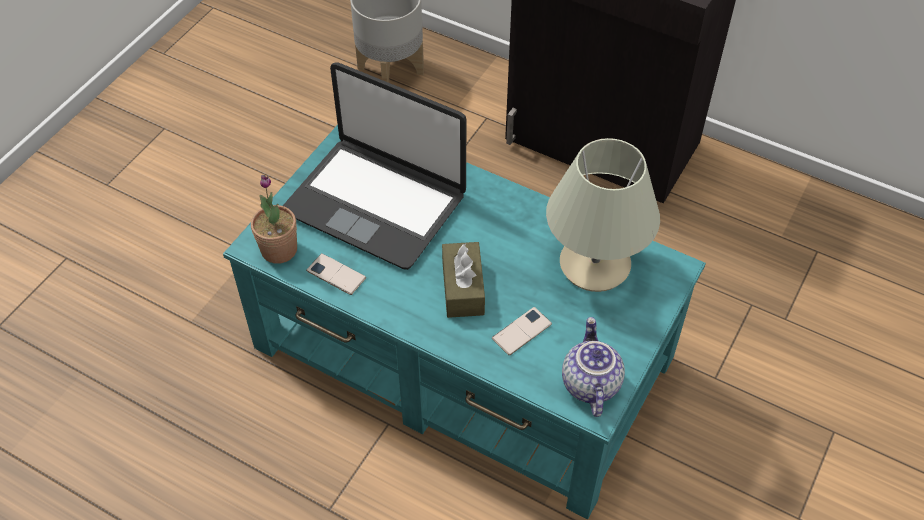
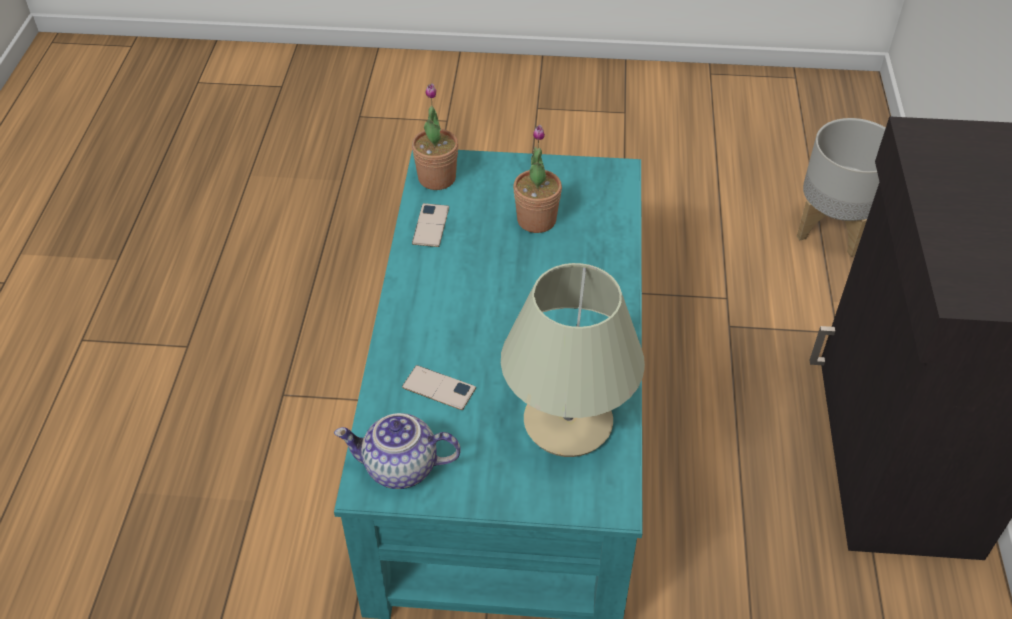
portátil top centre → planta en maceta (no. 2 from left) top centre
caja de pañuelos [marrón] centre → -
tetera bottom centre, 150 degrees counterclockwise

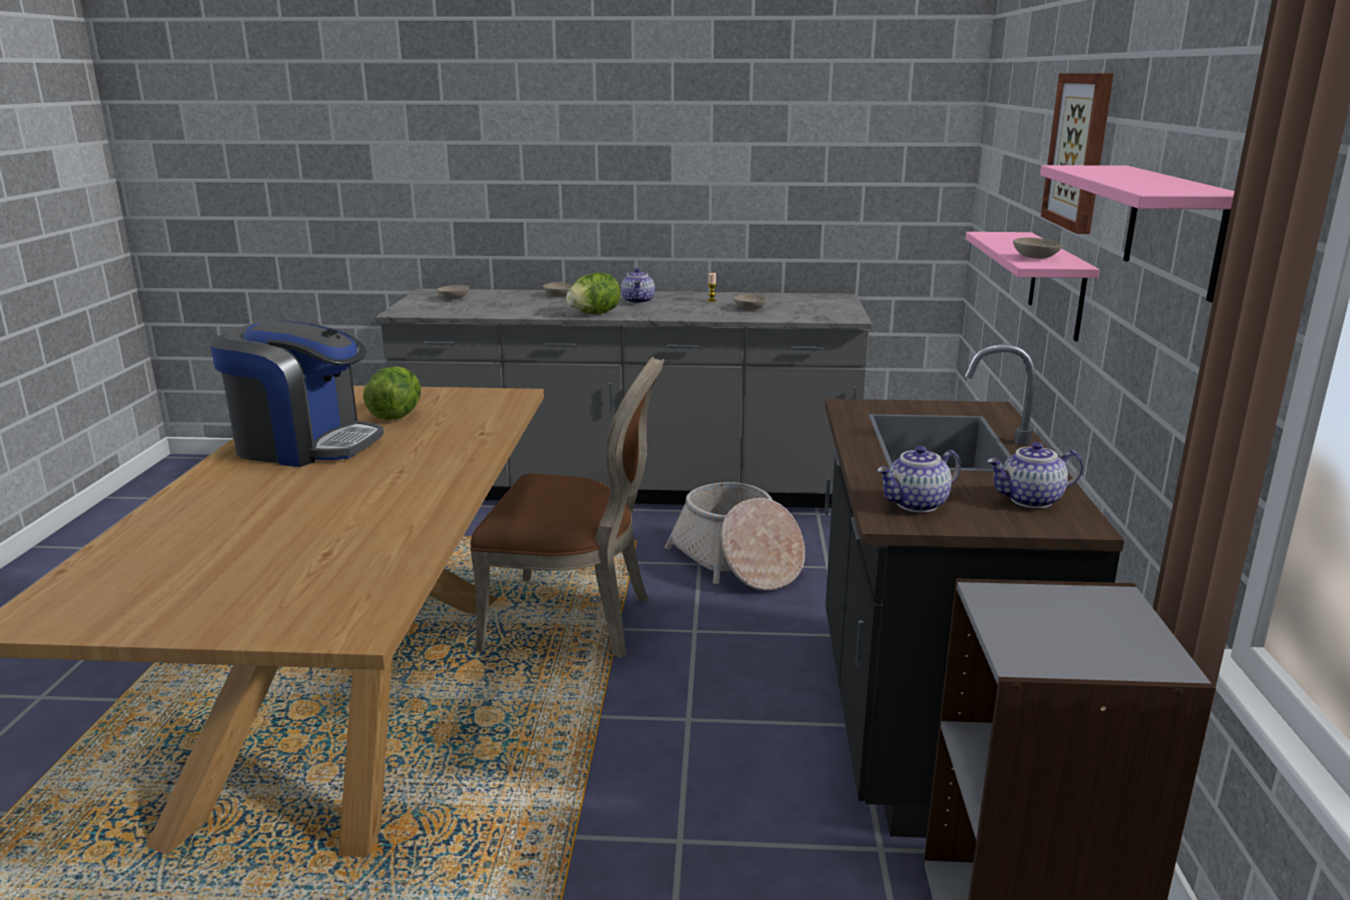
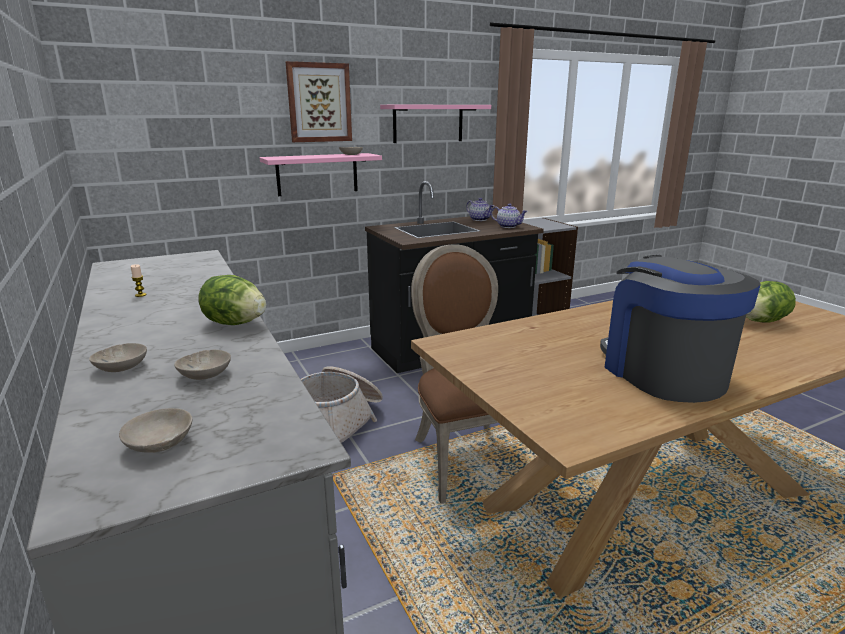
lechuga (no. 1 from left in the first image) middle left → lechuga (no. 2 from left) middle right, shifted
tetera (no. 1 from left) top centre → -
cuenco [beis] (no. 3 from left) centre → cuenco [beis] (no. 3 from left) middle left, shifted

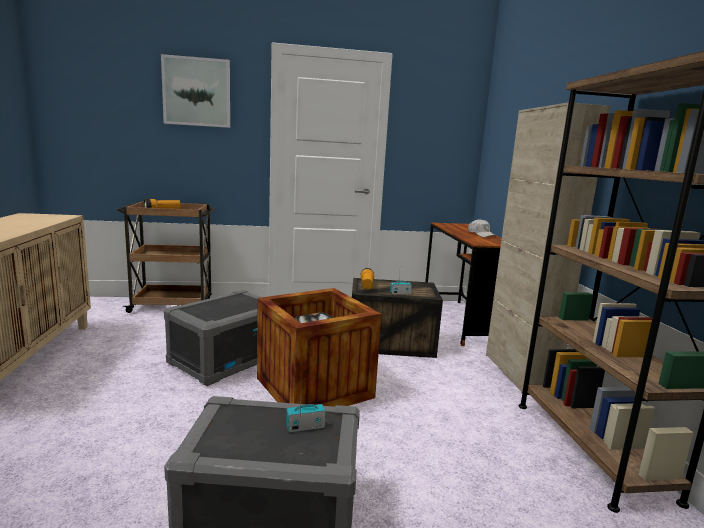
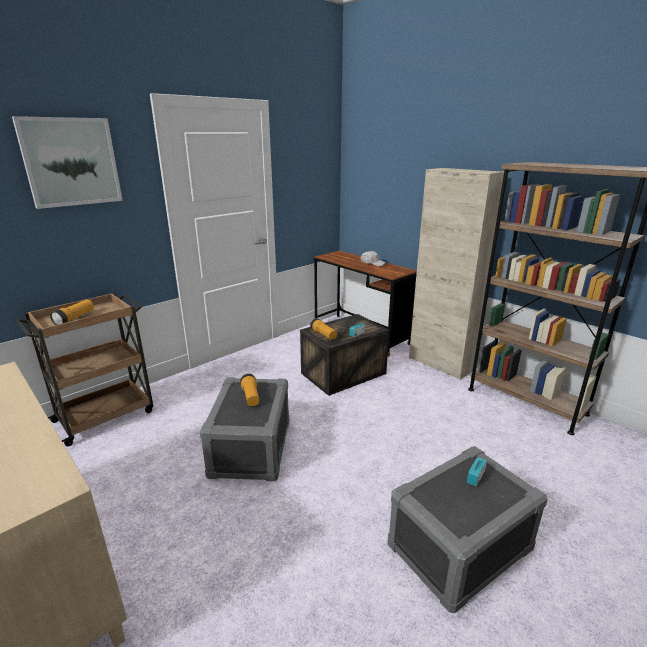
caja de embalaje (no. 1 from left) centre → -
- → linterna (no. 2 from left) centre

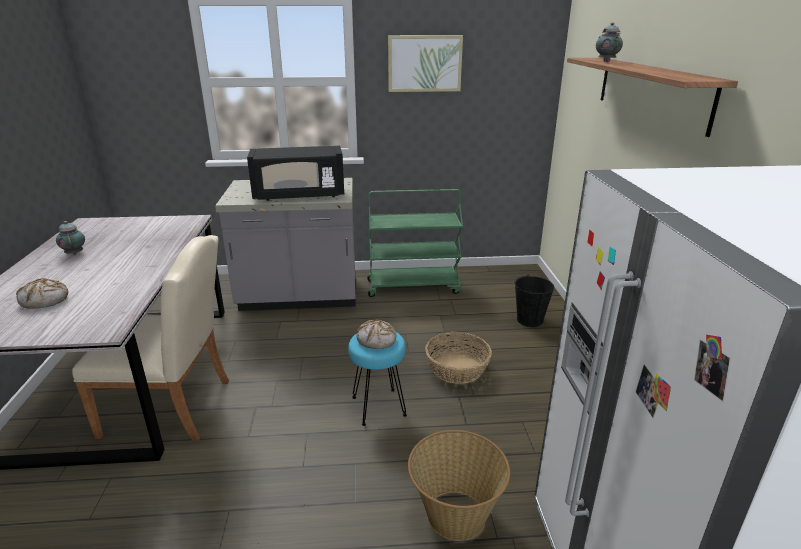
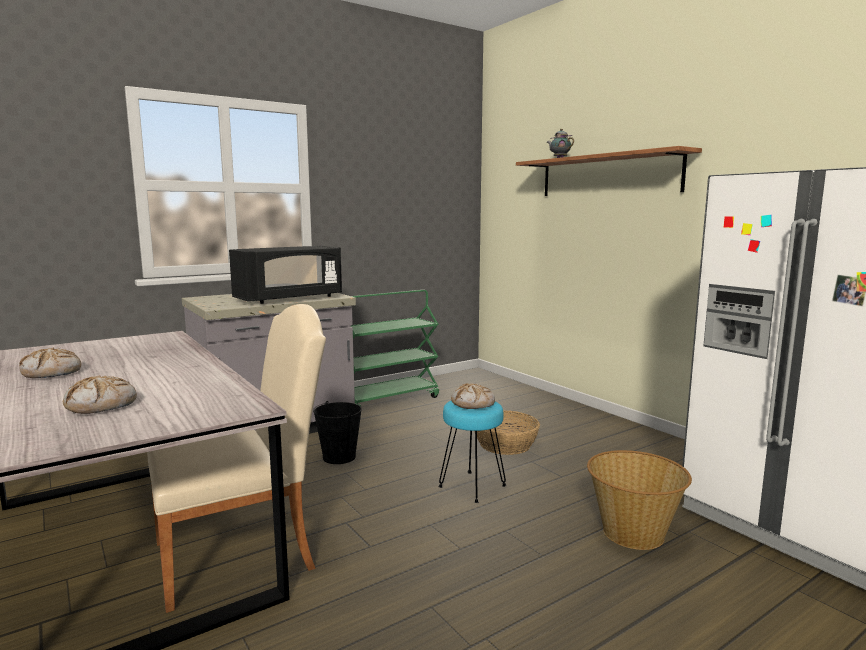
tetera (no. 1 from left) middle left → pan (no. 1 from left) middle left
cuadro top centre → -
cubo [negro] middle right → cubo [negro] centre, shifted

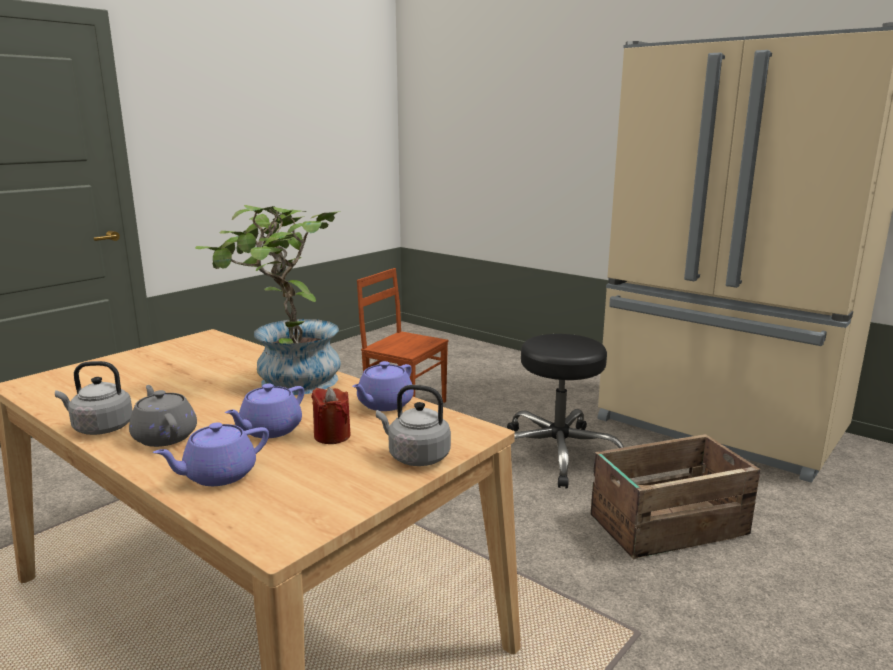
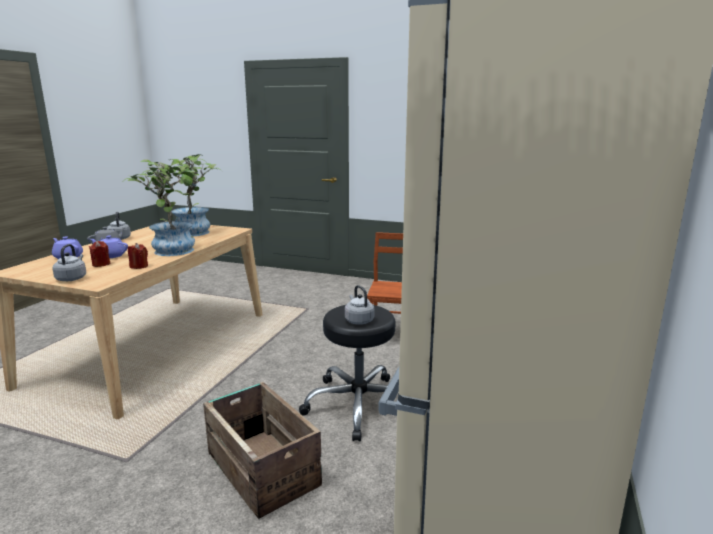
tetera [morado] (no. 3 from left) centre → vela [rojo] (no. 2 from left) middle left
- → planta en maceta (no. 2 from left) middle left
- → hervidor [gris] (no. 3 from left) centre

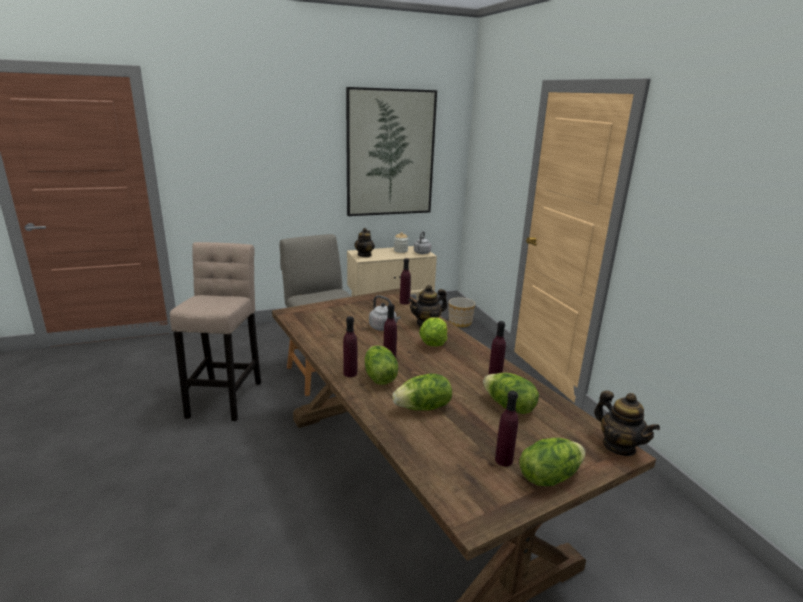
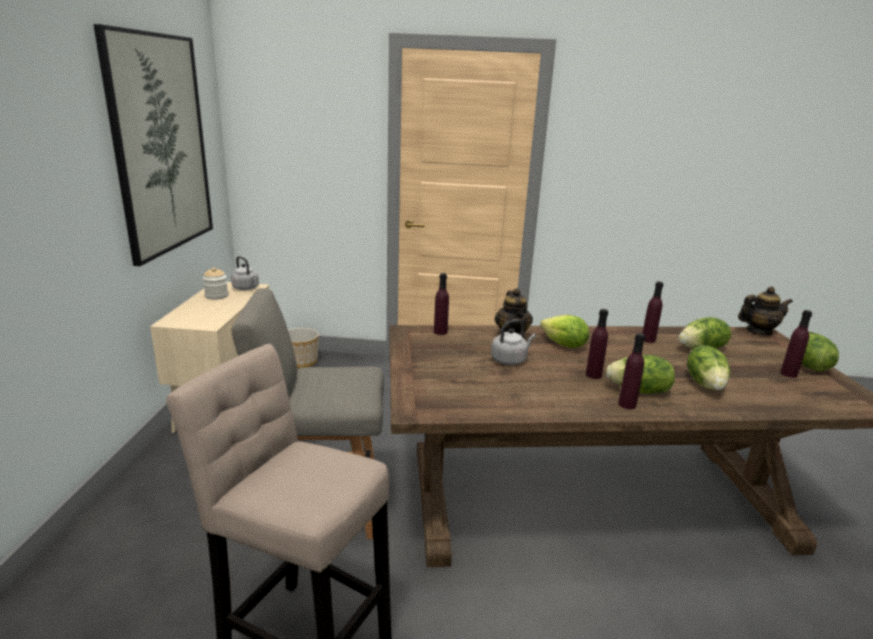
tetera (no. 1 from left) centre → -

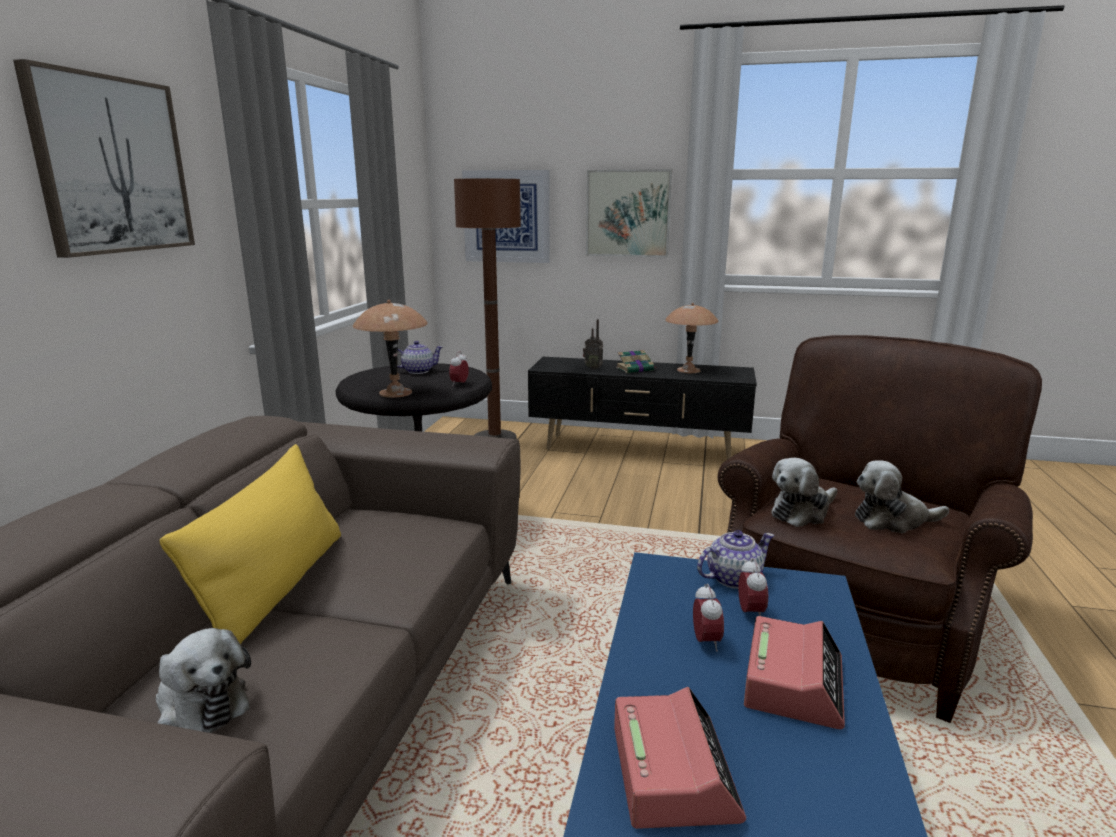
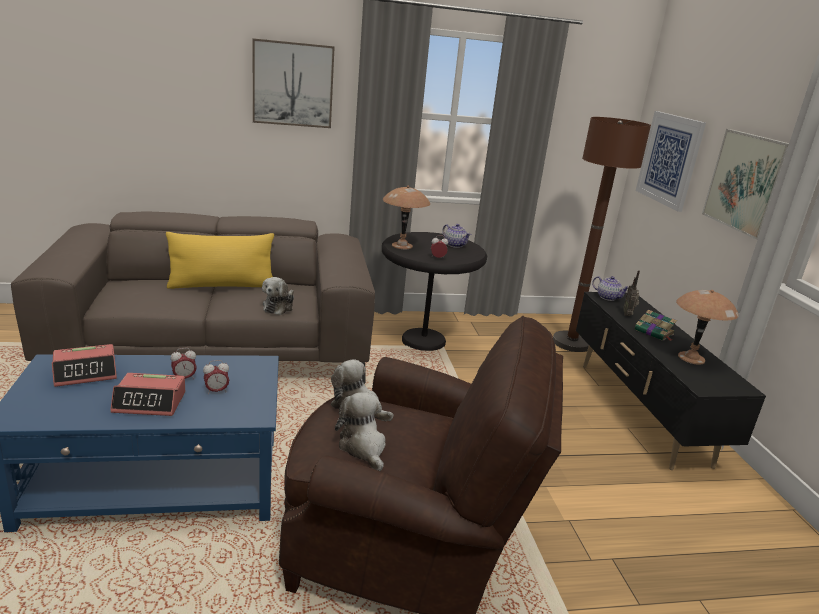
peluche (no. 1 from left) bottom left → peluche (no. 1 from left) centre, shifted
tetera (no. 2 from left) bottom centre → tetera (no. 2 from left) middle right, shifted

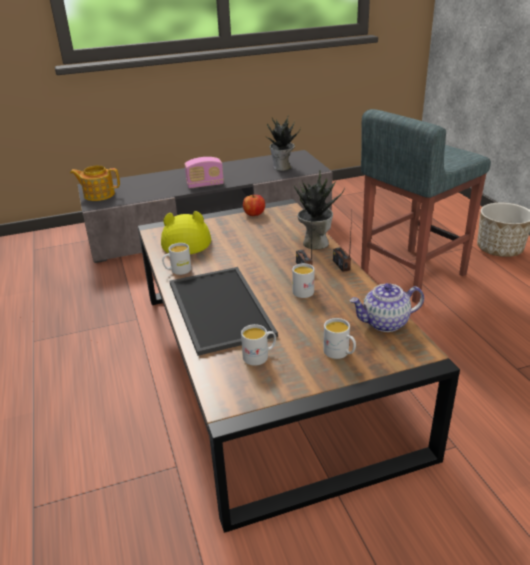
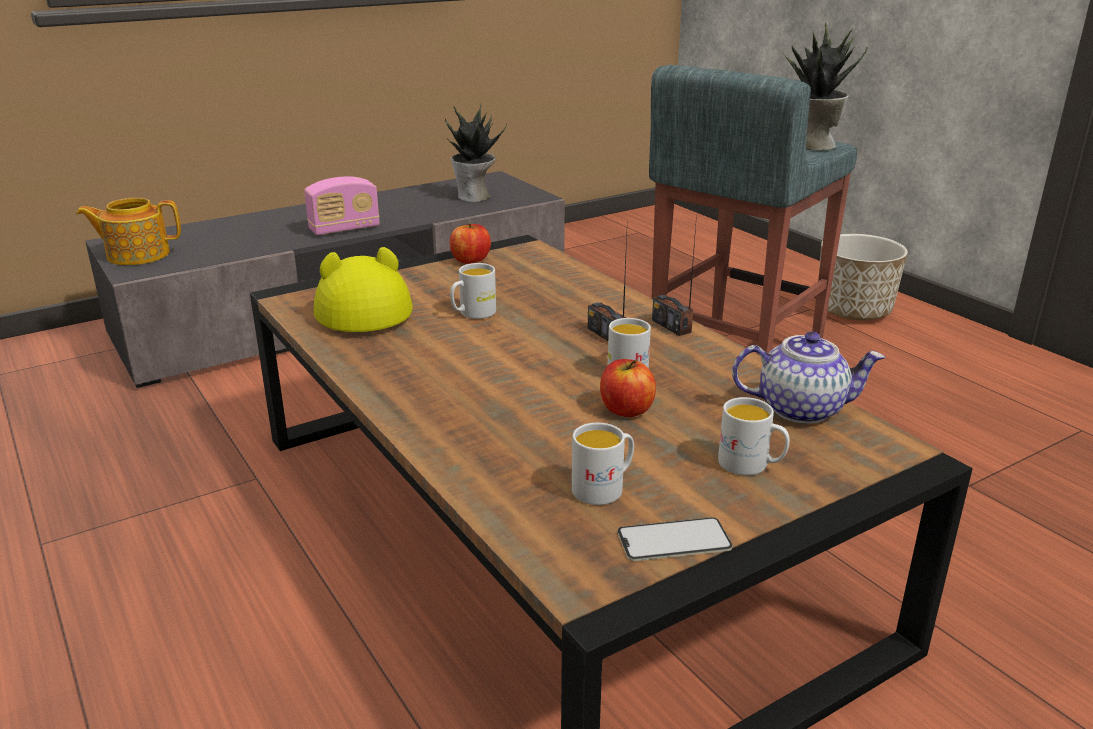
taza grande [blanco] (no. 1 from left) middle left → taza grande [blanco] (no. 1 from left) centre, shifted
bandeja centre → -
planta en maceta (no. 2 from left) centre → planta en maceta (no. 2 from left) top right, shifted
tetera (no. 2 from left) middle right, 150 degrees counterclockwise
- → manzana (no. 2 from left) centre
- → móvil bottom centre

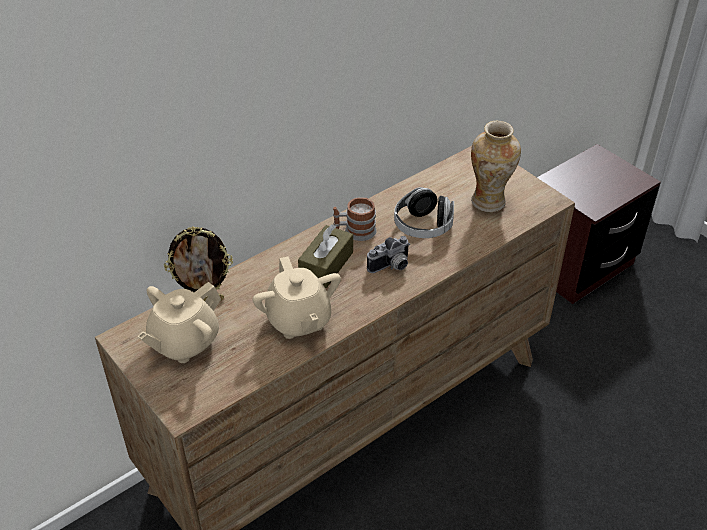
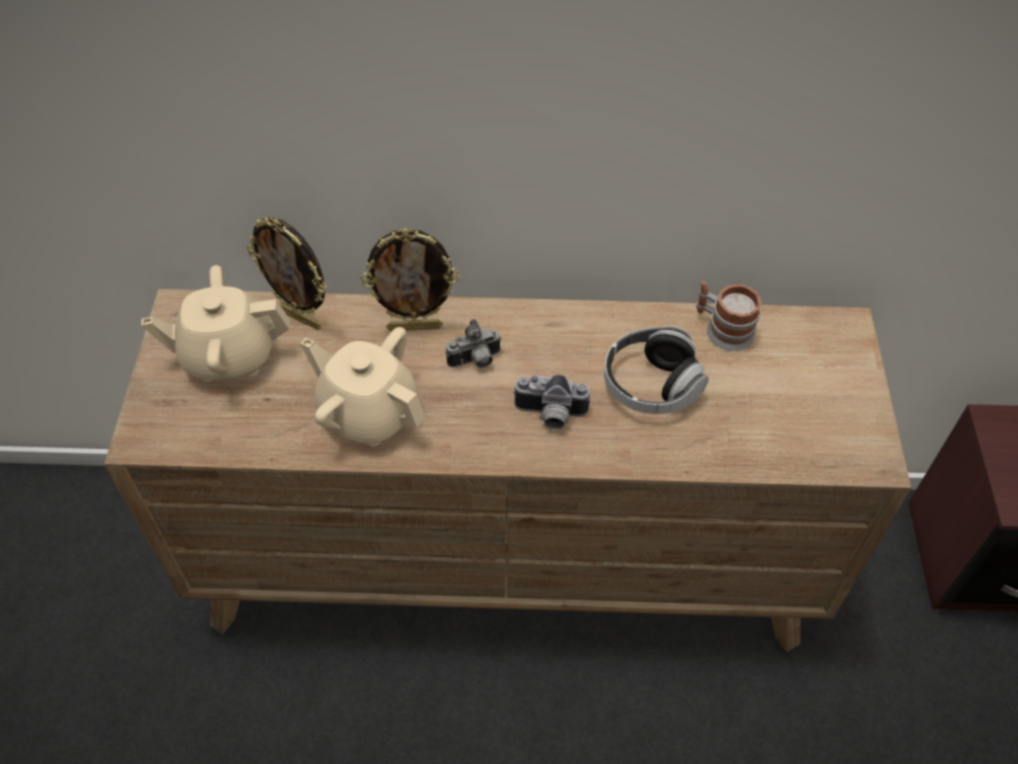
tetera [beis] (no. 2 from left) centre, 105 degrees clockwise
caja de pañuelos [marrón] centre → cámara (no. 1 from left) centre
taza grande centre → taza grande middle right, shifted
florero top right → -
- → portarretratos (no. 2 from left) centre

